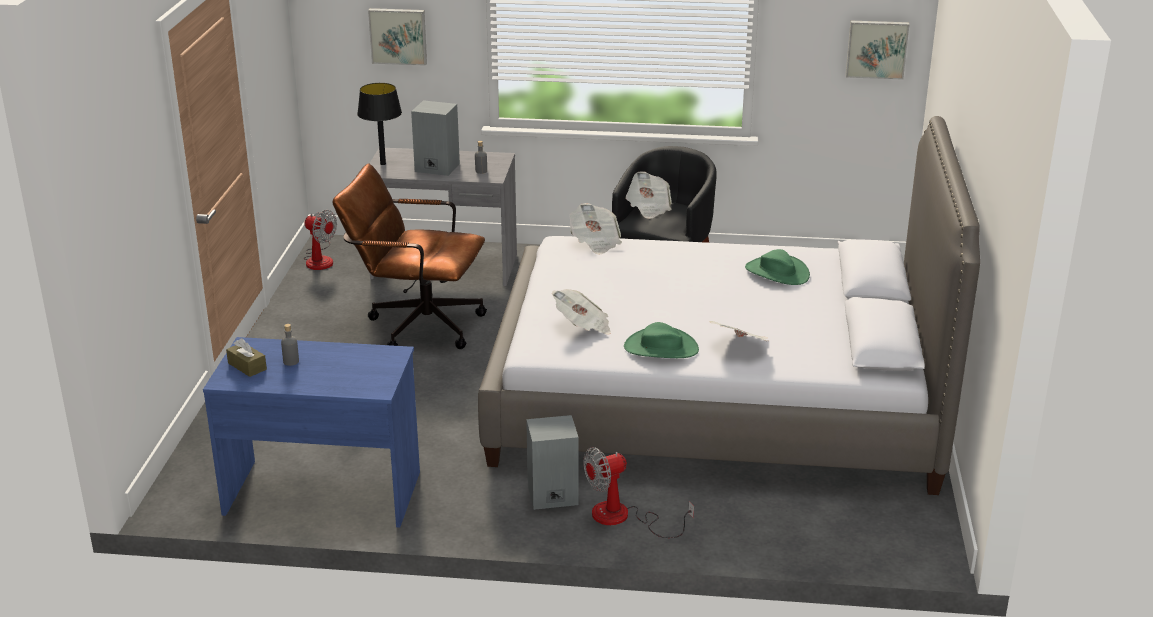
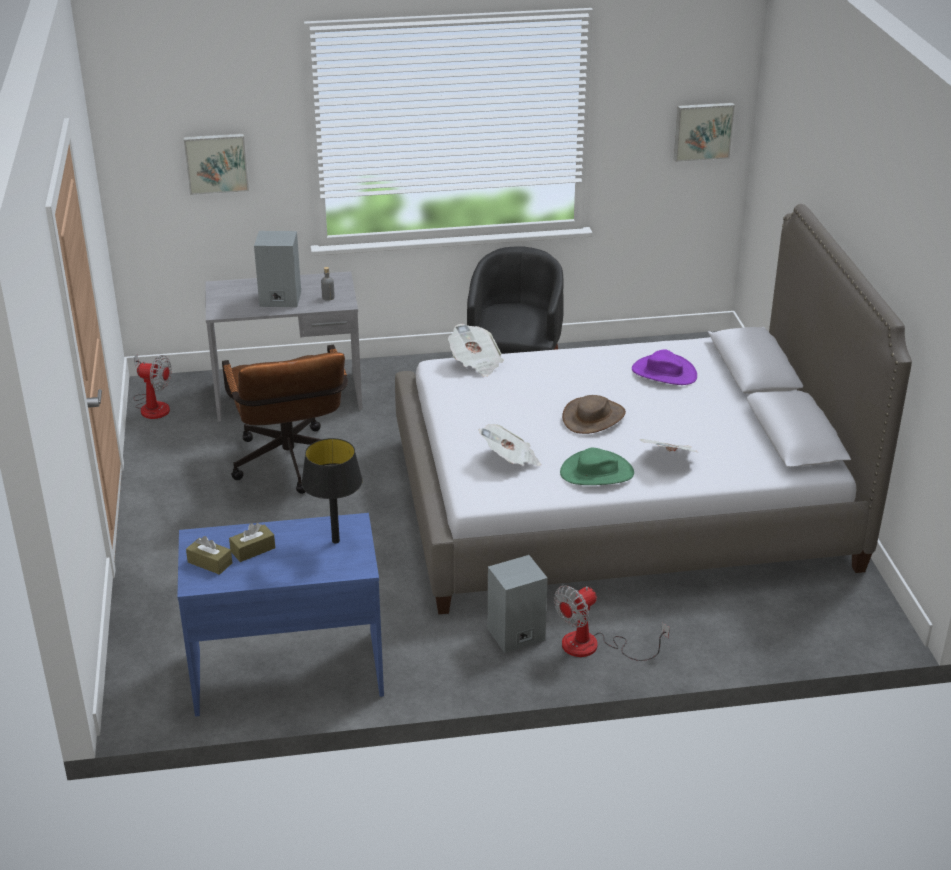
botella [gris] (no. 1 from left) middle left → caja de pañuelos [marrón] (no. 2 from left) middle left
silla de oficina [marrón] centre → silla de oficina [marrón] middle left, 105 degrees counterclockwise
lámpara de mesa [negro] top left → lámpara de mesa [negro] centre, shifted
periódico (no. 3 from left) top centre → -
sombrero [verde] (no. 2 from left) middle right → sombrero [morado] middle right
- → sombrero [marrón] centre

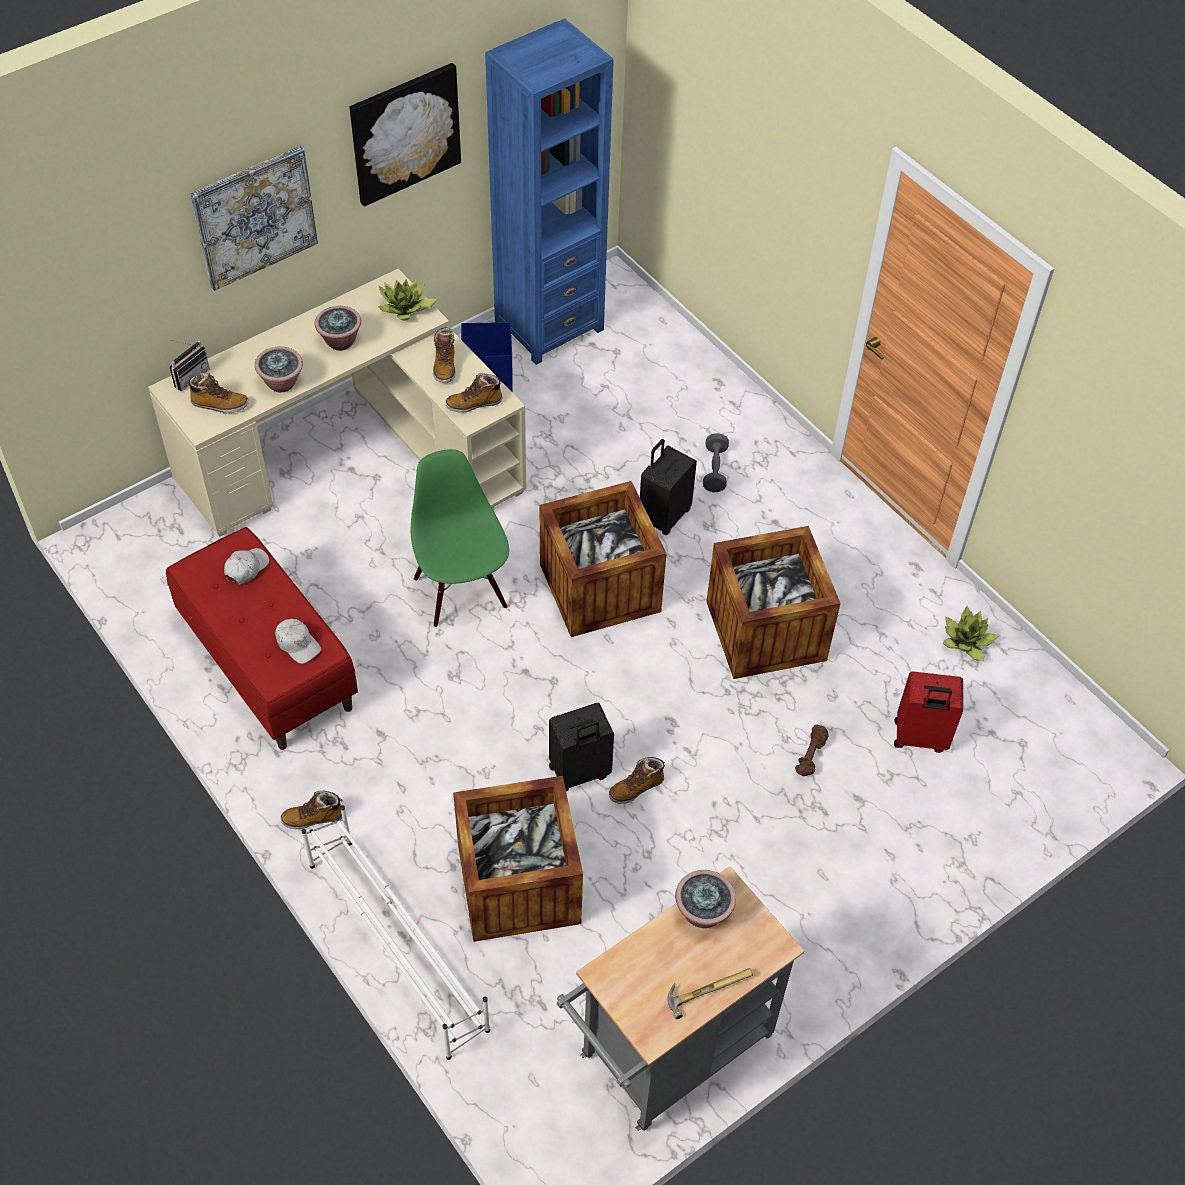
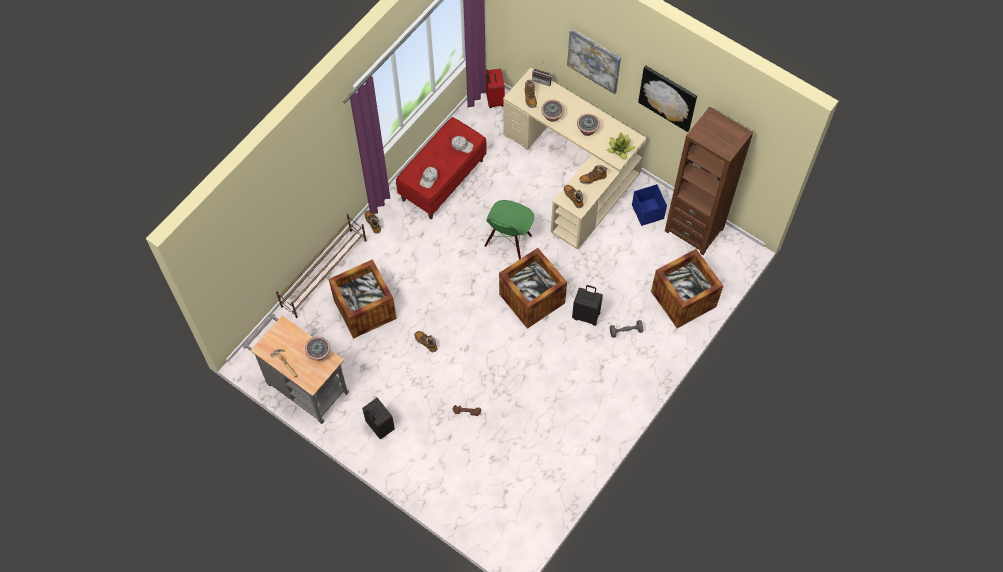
zapatero [blanco] bottom centre → zapatero [marrón] middle left
silla [verde] centre, 150 degrees clockwise
estantería [azul] top centre → estantería [marrón] top right
maleta [negro] (no. 1 from left) centre → maleta [negro] (no. 1 from left) bottom centre, shifted
caja de embalaje (no. 3 from left) centre → caja de embalaje (no. 3 from left) middle right, shifted
maleta [rojo] middle right → maleta [rojo] top centre, shifted
planta en maceta (no. 5 from left) middle right → -

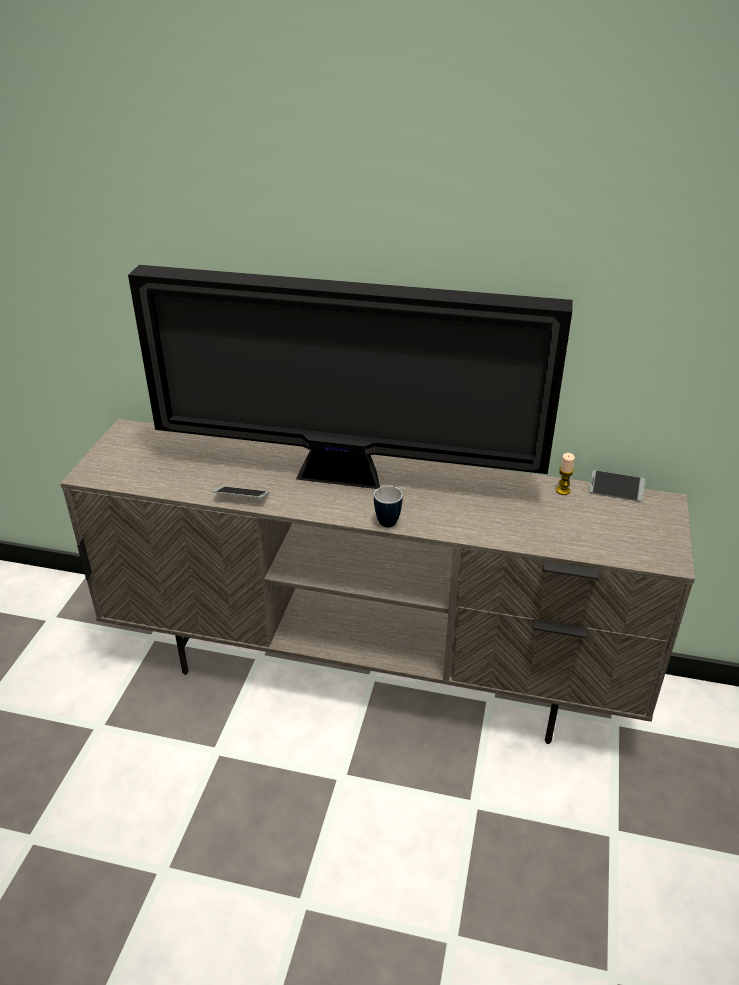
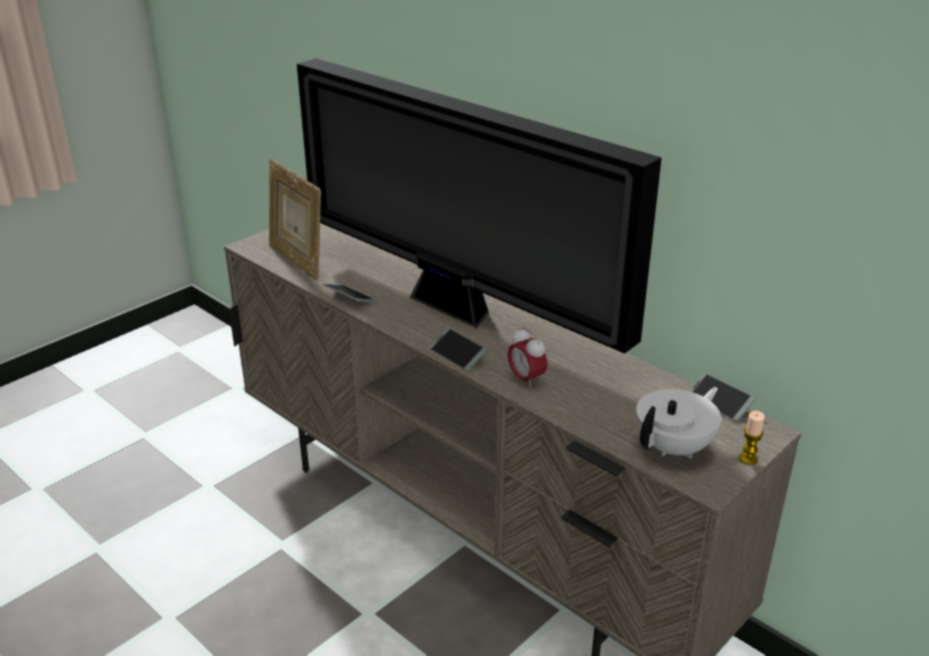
taza grande centre → móvil (no. 2 from left) centre
vela middle right → vela bottom right, shifted
- → portarretratos middle left
- → despertador centre
- → tetera [blanco] middle right

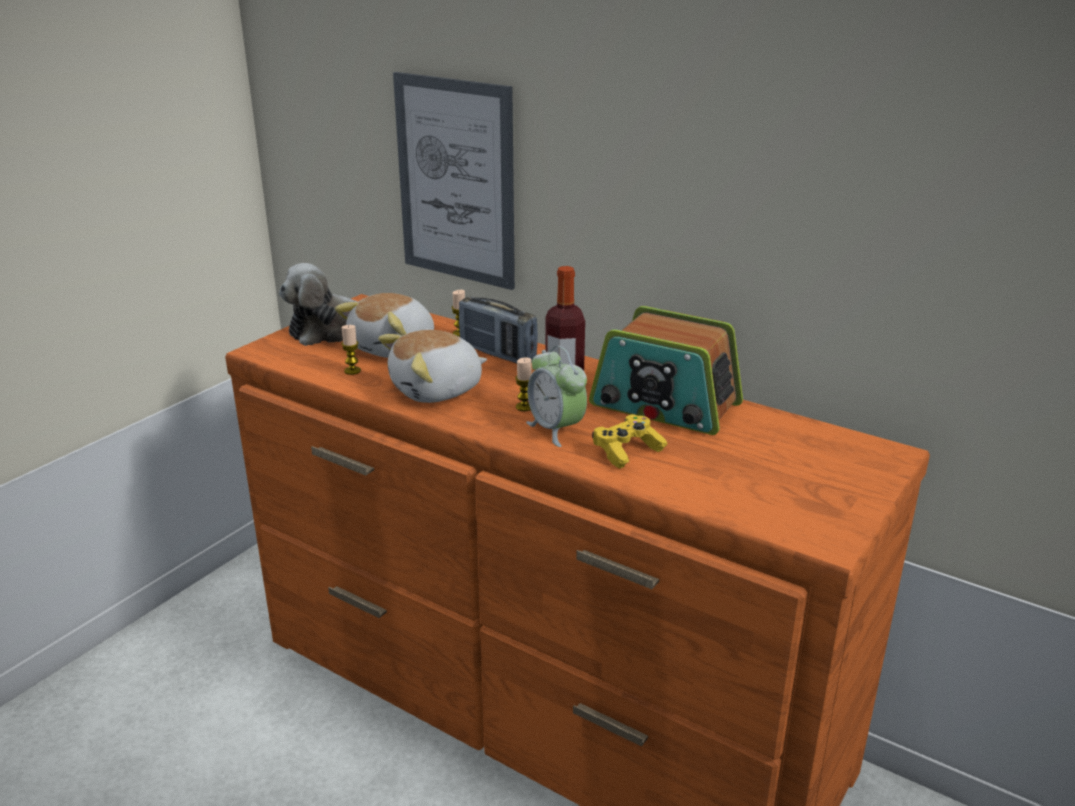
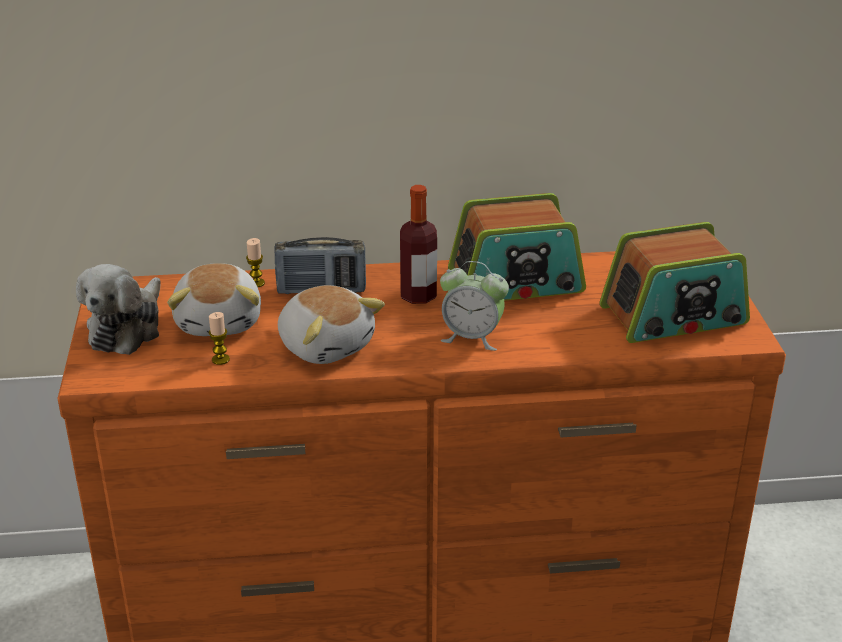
peluche (no. 3 from left) centre, 60 degrees counterclockwise
cuadro top centre → -
vela (no. 3 from left) centre → -
mando de consola [amarillo] centre → -
- → radio (no. 3 from left) middle right

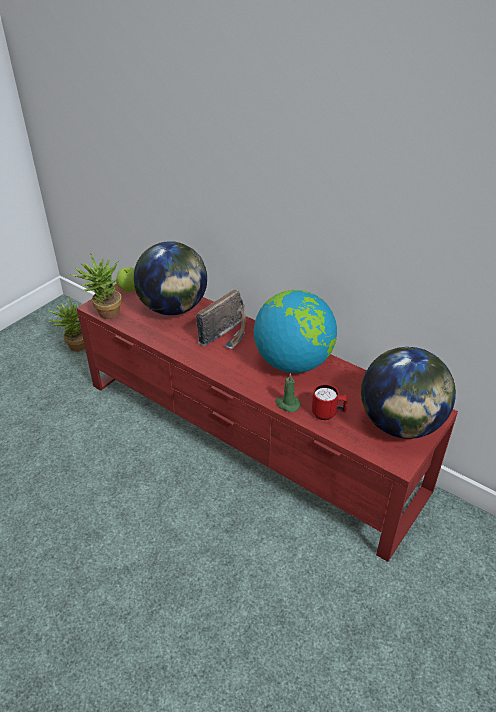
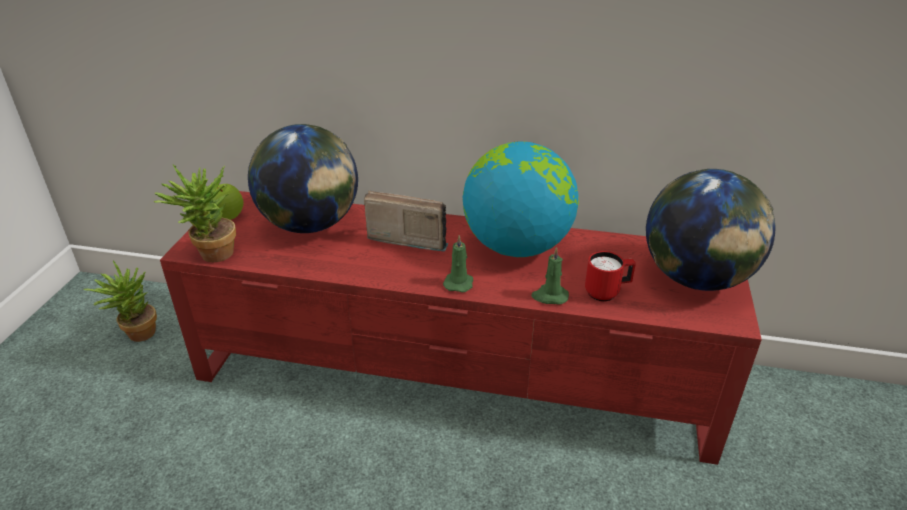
radio centre, 90 degrees counterclockwise
- → vela [verde] (no. 1 from left) centre

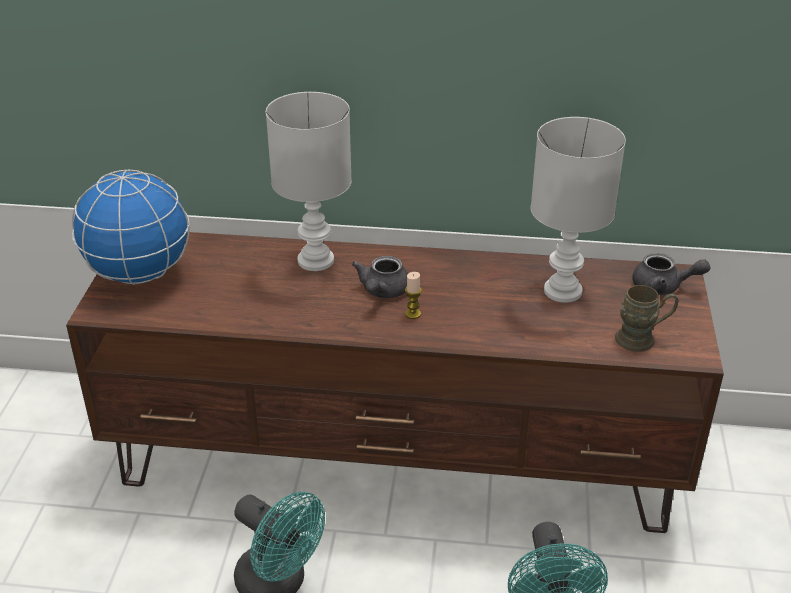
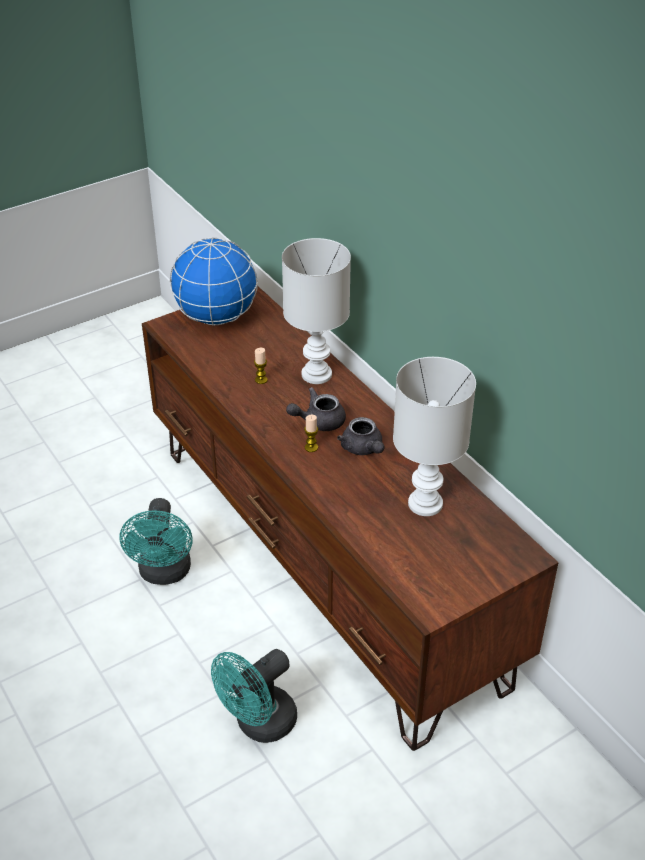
taza grande [marrón] middle right → -
tetera [gris] (no. 2 from left) middle right → tetera [gris] (no. 2 from left) centre, shifted
- → vela (no. 1 from left) centre

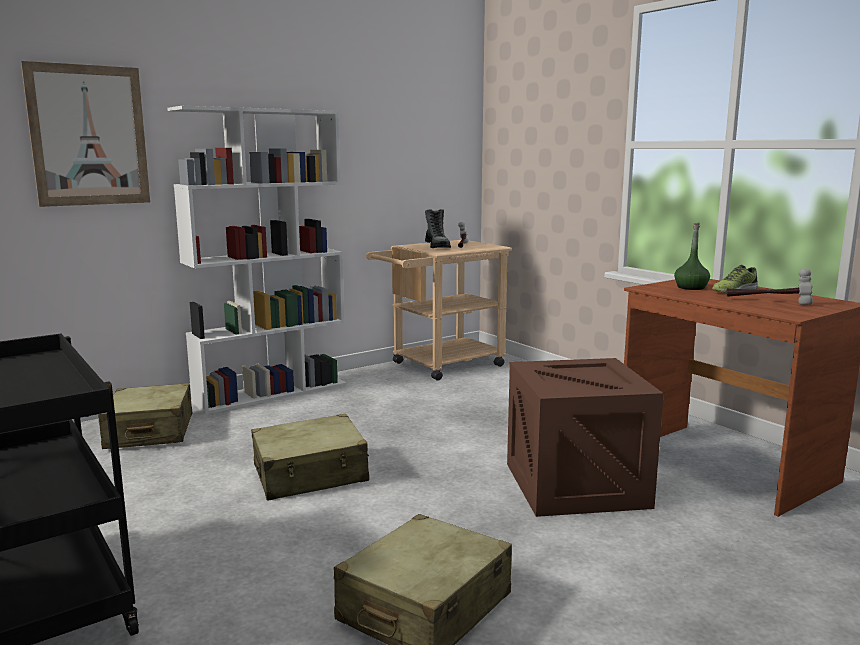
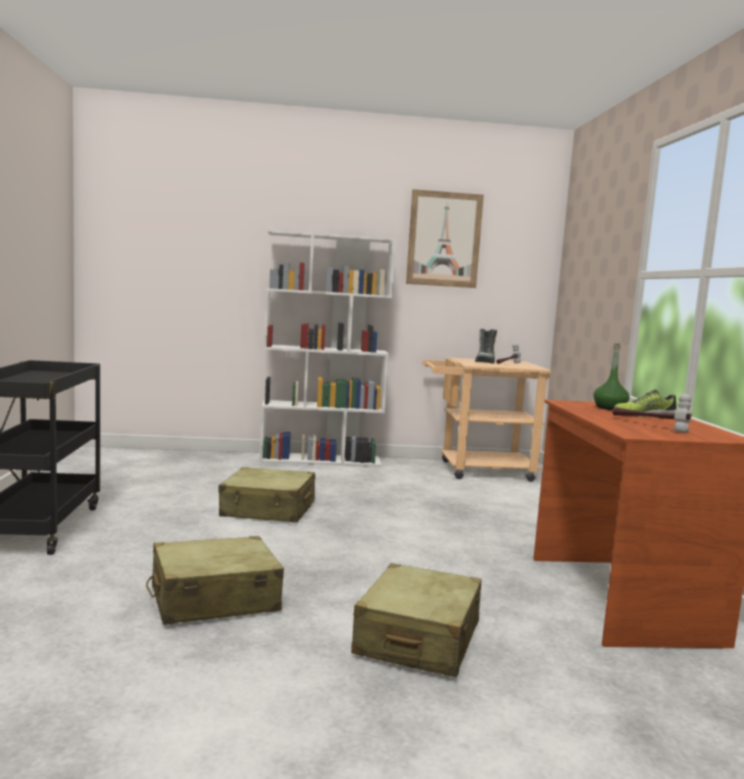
cuadro top left → cuadro top centre, shifted
maleta [beis] (no. 1 from left in the first image) middle left → maleta [beis] (no. 3 from left) bottom centre, shifted
caja de embalaje bottom right → -

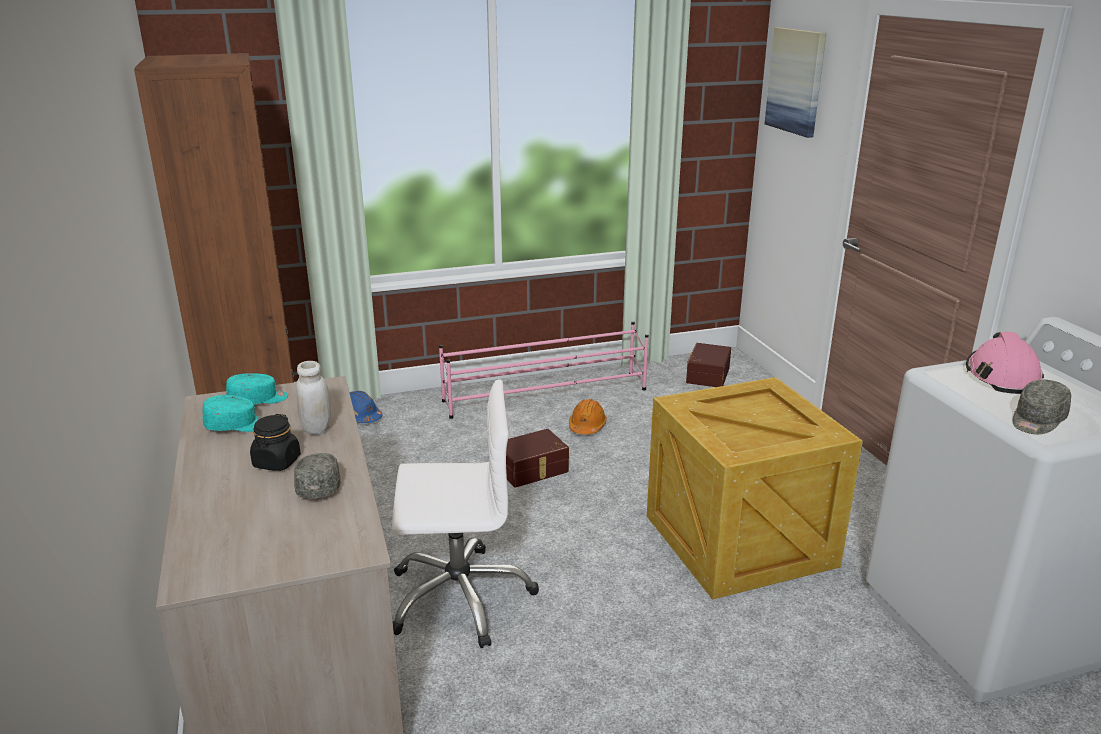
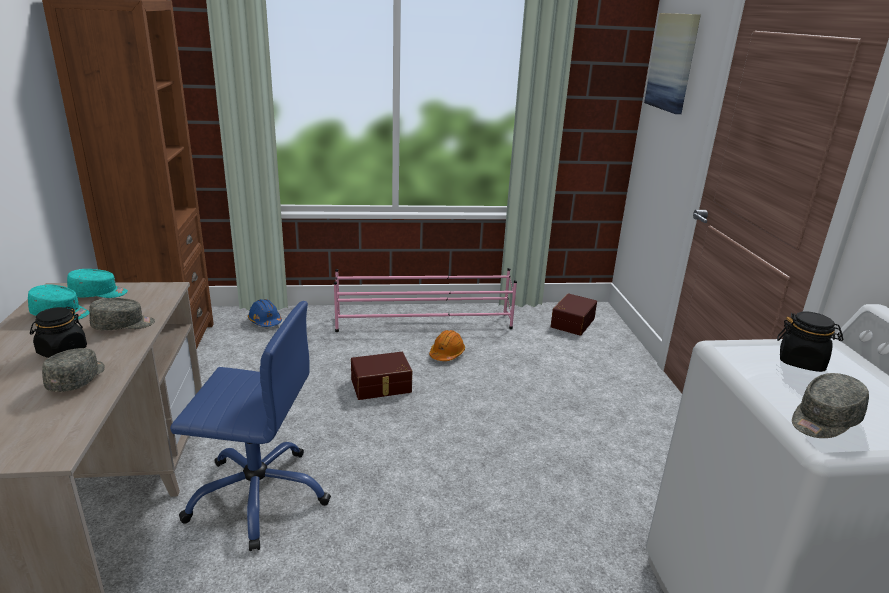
tarro [blanco] middle left → gorra [gris] (no. 2 from left) middle left
silla de oficina [blanco] bottom centre → silla de oficina [azul] bottom left
caja de embalaje middle right → -
casco [rosa] middle right → tarro [negro] (no. 2 from left) middle right

